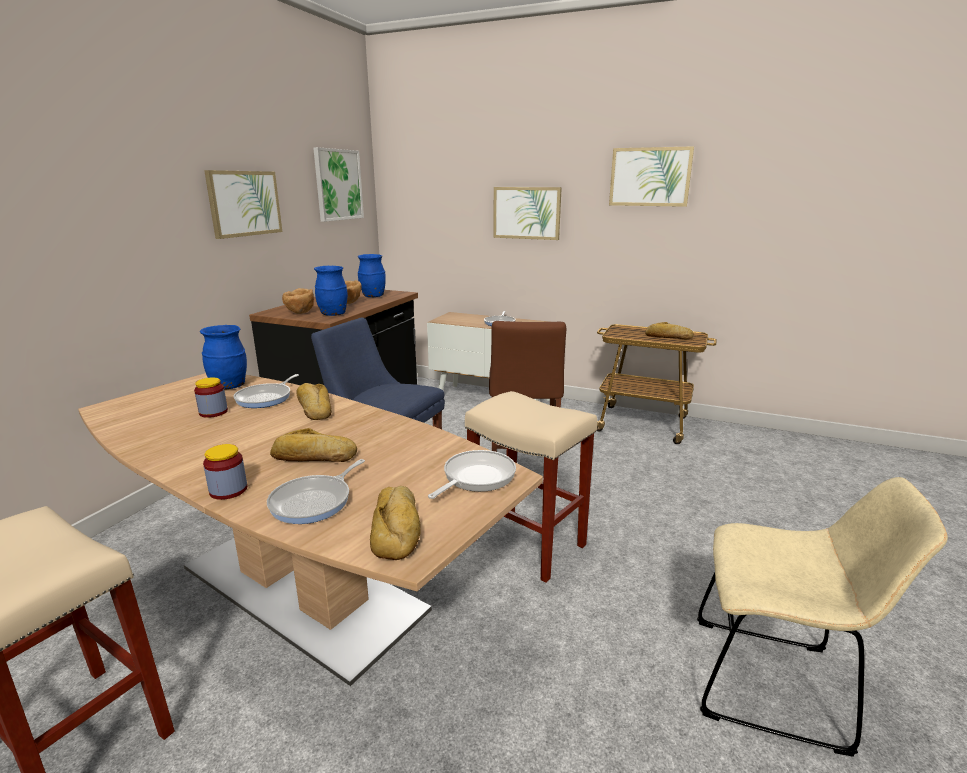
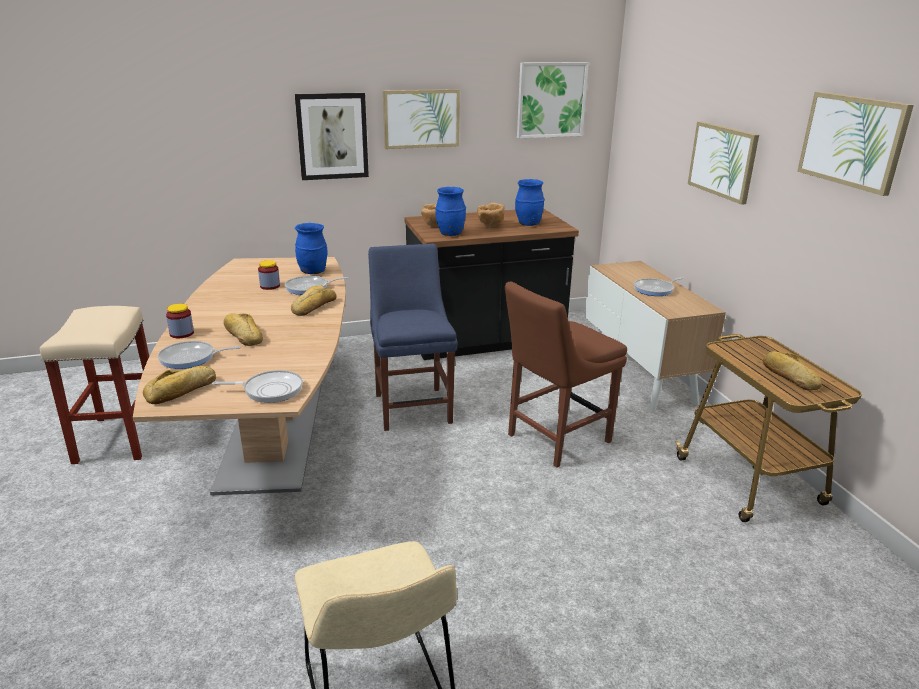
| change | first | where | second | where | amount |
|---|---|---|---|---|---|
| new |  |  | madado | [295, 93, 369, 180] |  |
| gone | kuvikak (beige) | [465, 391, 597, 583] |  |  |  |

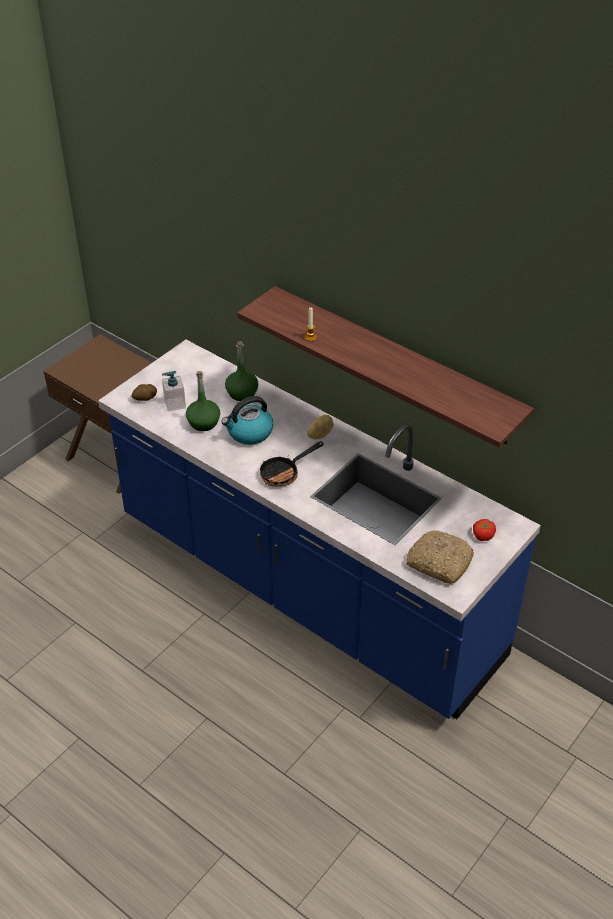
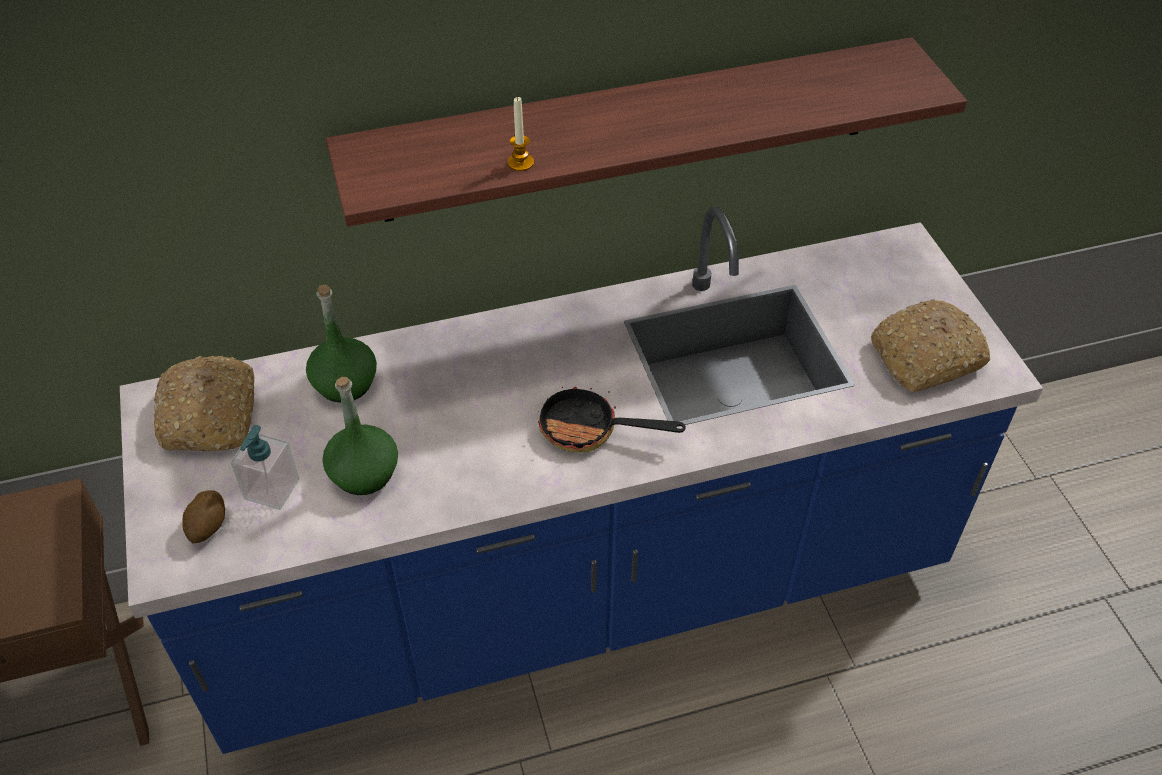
| change | first | where | second | where | amount |
|---|---|---|---|---|---|
| new |  |  | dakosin | [154, 356, 254, 451] |  |
| rotated | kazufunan | [260, 441, 324, 486] |  | [538, 387, 686, 453] | 105 degrees clockwise |
| gone | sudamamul | [221, 396, 273, 445] |  |  |  |
| gone | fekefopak | [307, 414, 334, 439] |  |  |  |
| gone | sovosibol | [473, 519, 496, 541] |  |  |  |

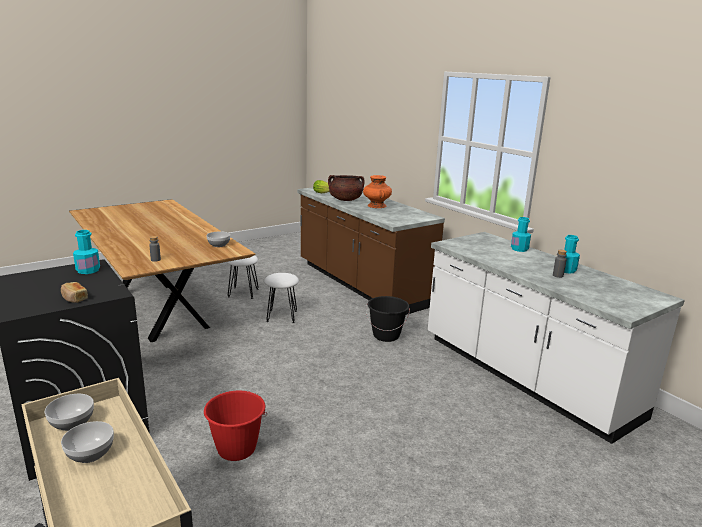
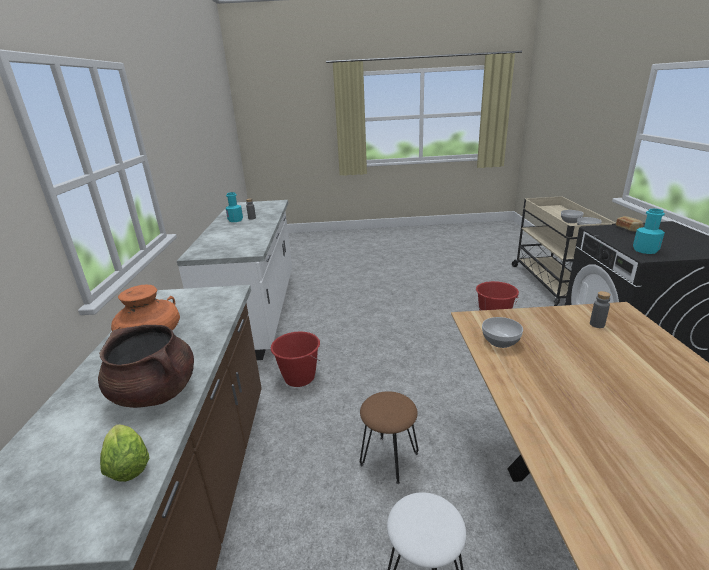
| change | first | where | second | where | amount |
|---|---|---|---|---|---|
| repainted | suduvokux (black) | [366, 296, 410, 342] | suduvokux (red) | [271, 332, 320, 387] |  |
| repainted | kuvikak (white) | [264, 273, 299, 323] | kuvikak (brown) | [360, 391, 419, 484] |  |
| gone | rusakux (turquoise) | [511, 217, 531, 252] |  |  |  |

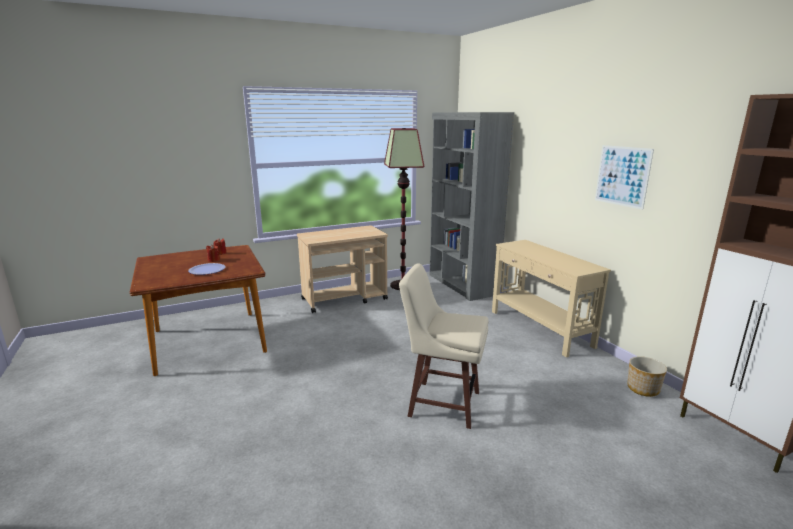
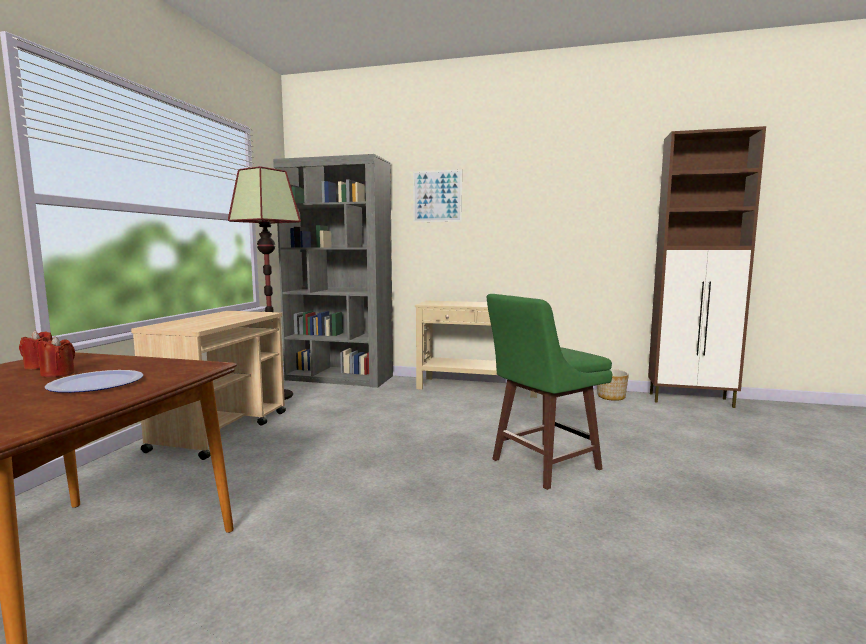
| change | first | where | second | where | amount |
|---|---|---|---|---|---|
| shifted | madado | [595, 145, 654, 210] |  | [413, 169, 462, 222] |  |
| repainted | kuvikak (beige) | [399, 264, 489, 429] | kuvikak (green) | [487, 294, 612, 490] |  |

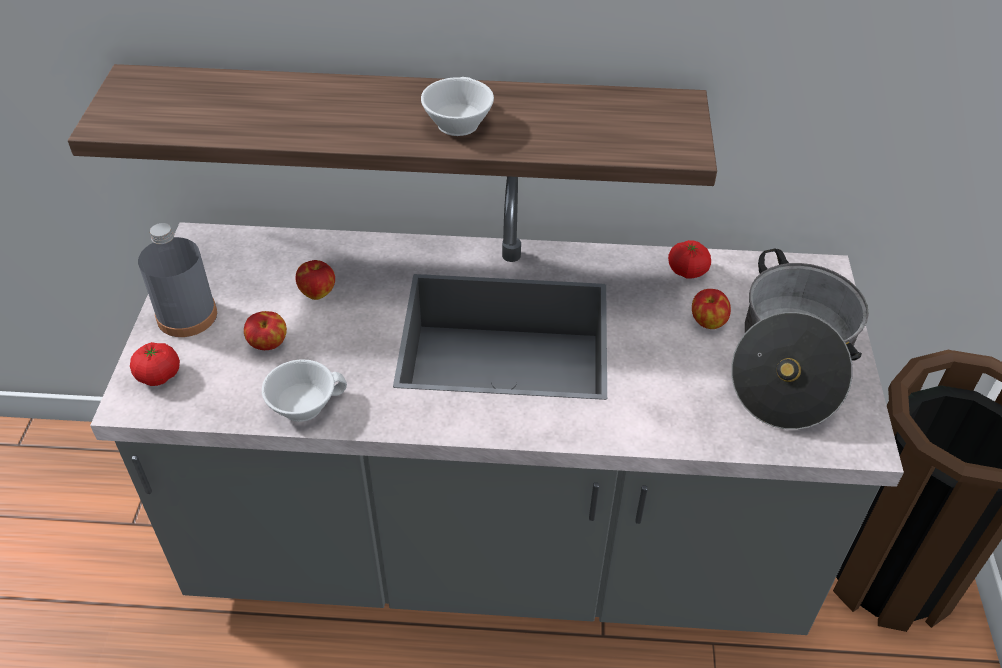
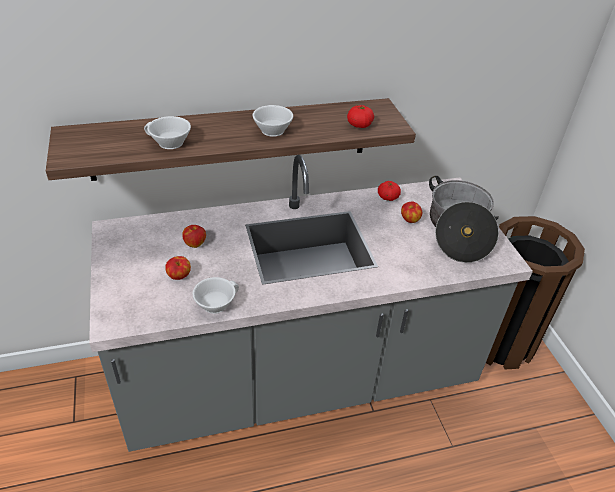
| change | first | where | second | where | amount |
|---|---|---|---|---|---|
| new |  |  | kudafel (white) | [144, 116, 191, 149] |  |
| shifted | sovosibol | [130, 342, 180, 386] |  | [347, 105, 374, 128] |  |
| gone | rusakux (grey) | [138, 223, 217, 337] |  |  |  |

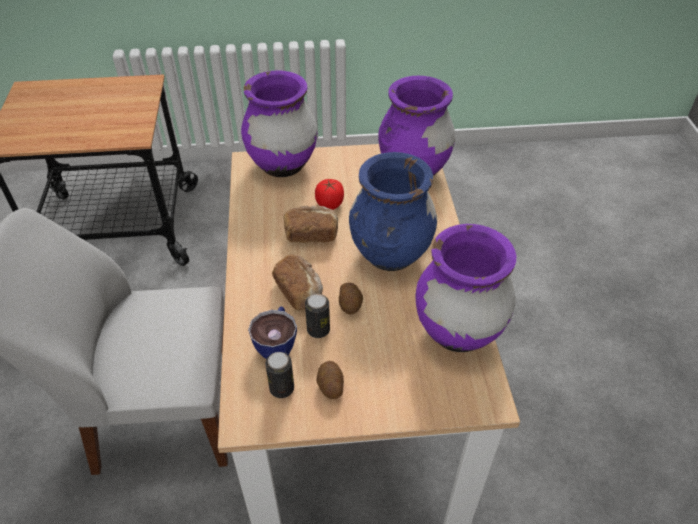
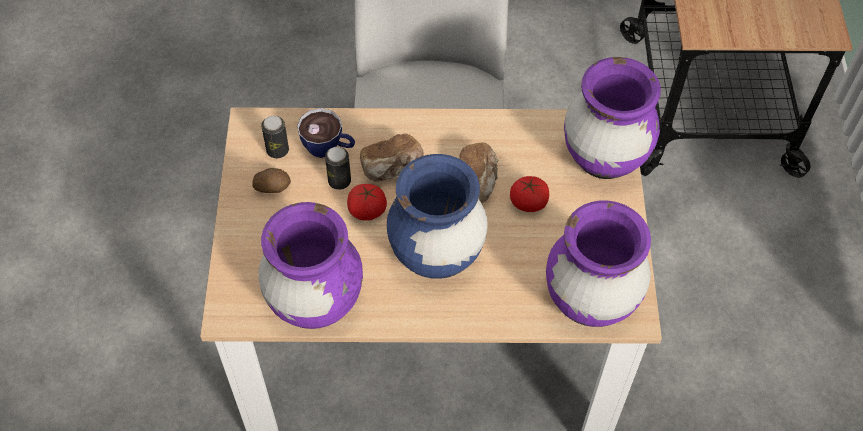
| change | first | where | second | where | amount |
|---|---|---|---|---|---|
| swapped | fekefopak | [339, 283, 363, 315] | sovosibol | [347, 184, 387, 221] |  |

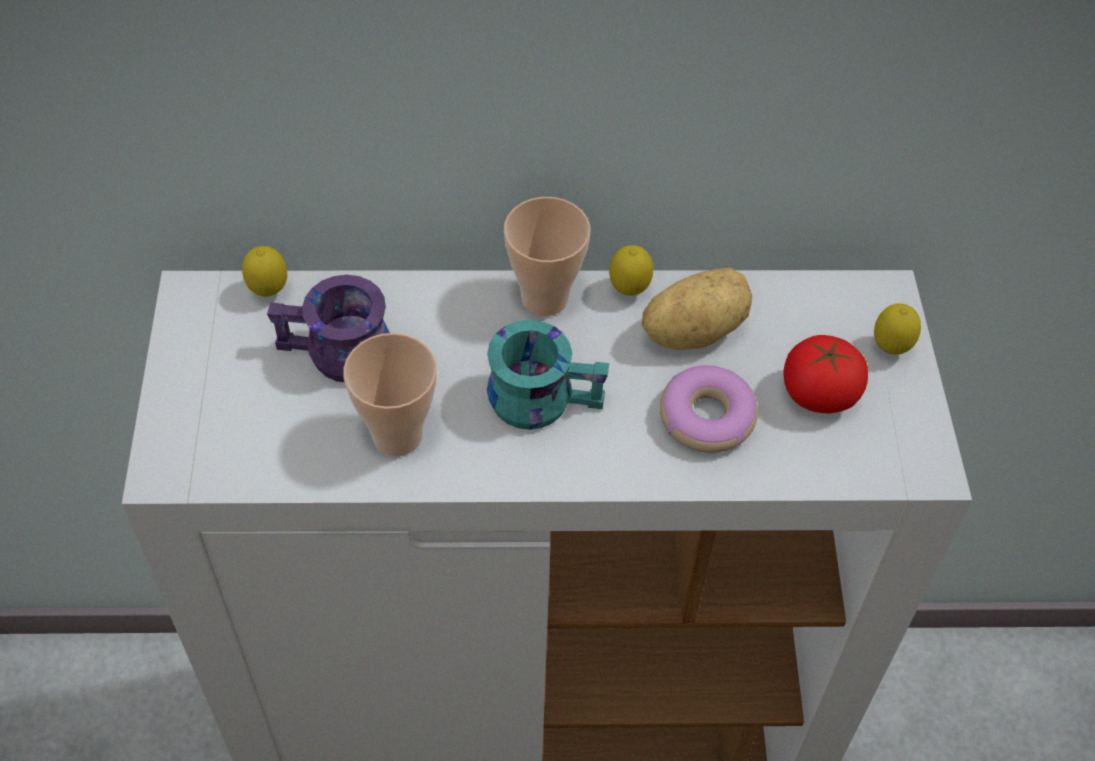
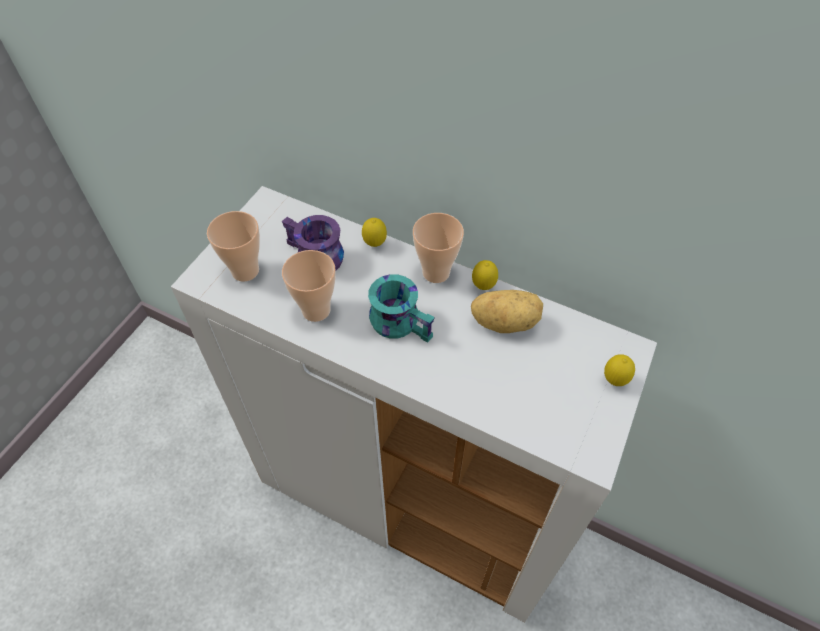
| change | first | where | second | where | amount |
|---|---|---|---|---|---|
| new |  |  | kudafel | [207, 211, 260, 282] |  |
| shifted | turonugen | [242, 246, 287, 296] |  | [362, 218, 387, 247] |  |
| gone | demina | [660, 365, 758, 453] |  |  |  |
| gone | sovosibol | [783, 335, 868, 413] |  |  |  |

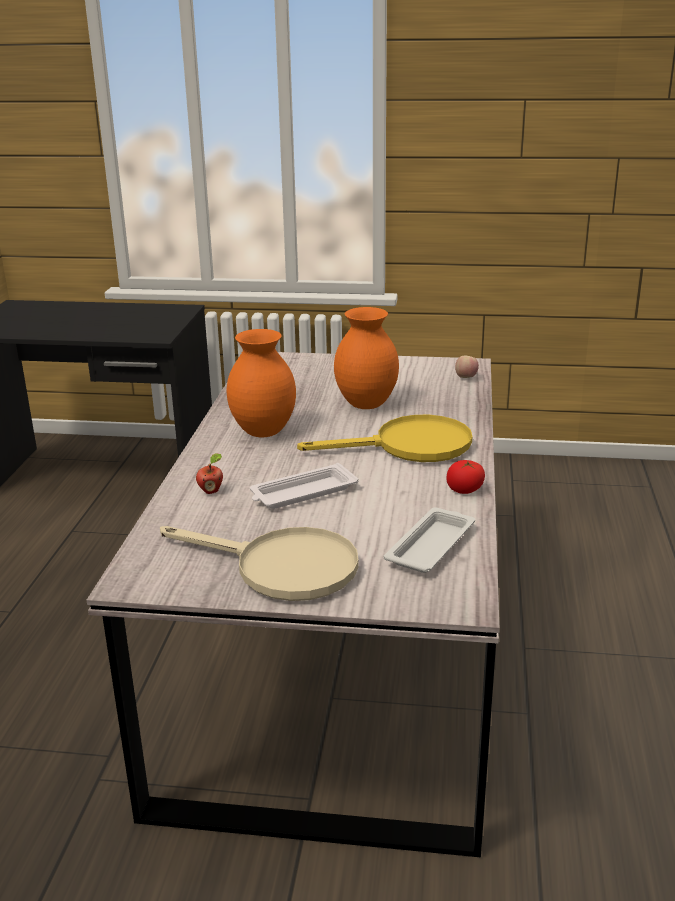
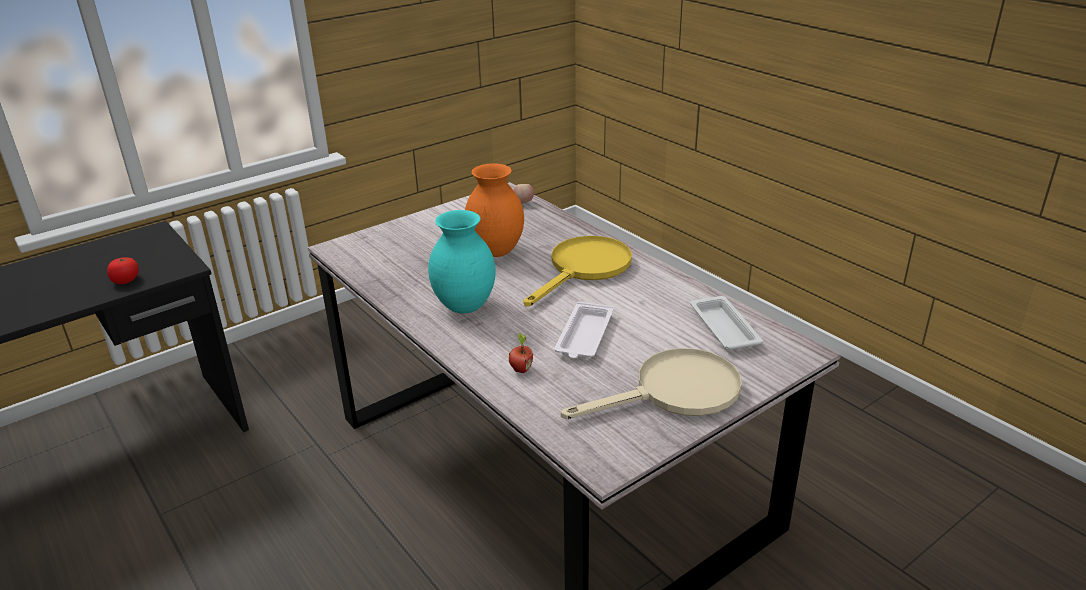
| change | first | where | second | where | amount |
|---|---|---|---|---|---|
| shifted | sovosibol | [446, 460, 485, 494] |  | [107, 257, 139, 284] |  |
| repainted | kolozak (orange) | [227, 329, 296, 437] | kolozak (turquoise) | [428, 210, 496, 314] |  |

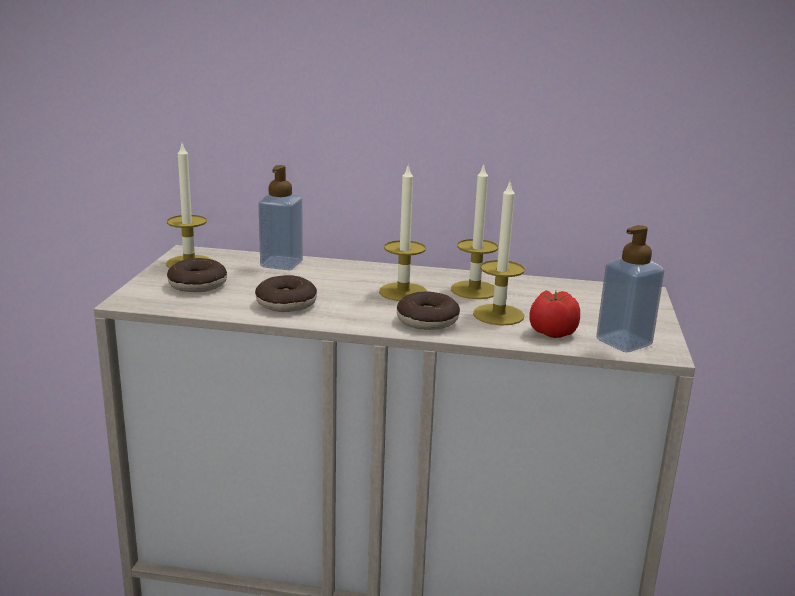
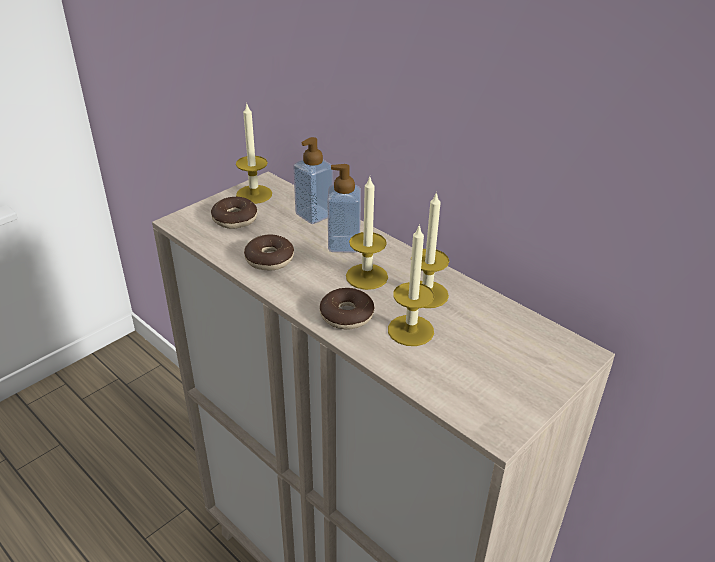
| change | first | where | second | where | amount |
|---|---|---|---|---|---|
| shifted | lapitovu | [596, 225, 664, 352] |  | [328, 164, 361, 253] |  |
| gone | sovosibol | [529, 290, 580, 338] |  |  |  |

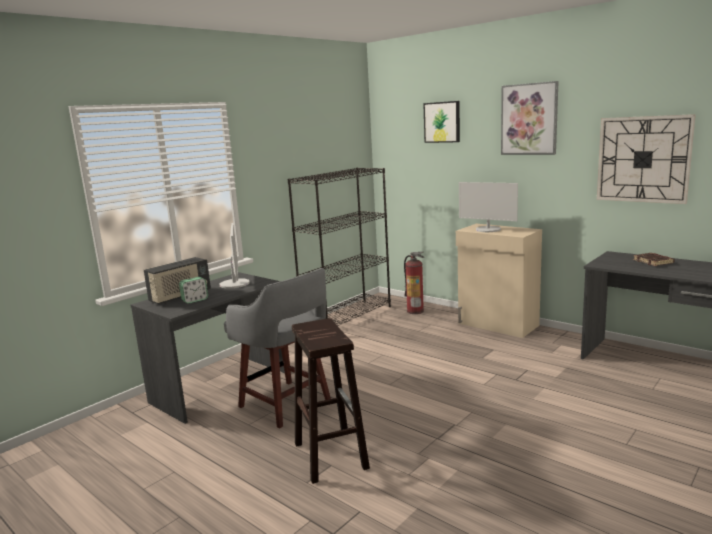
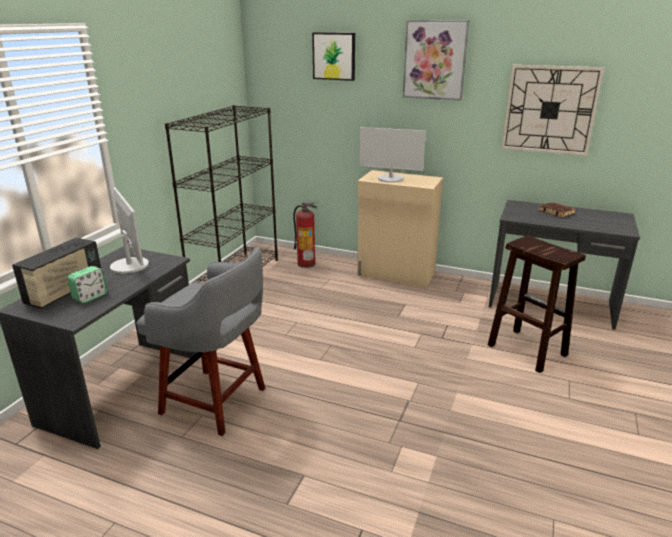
| change | first | where | second | where | amount |
|---|---|---|---|---|---|
| shifted | kuvikak (brown) | [292, 318, 370, 484] |  | [488, 235, 586, 373] |  |

